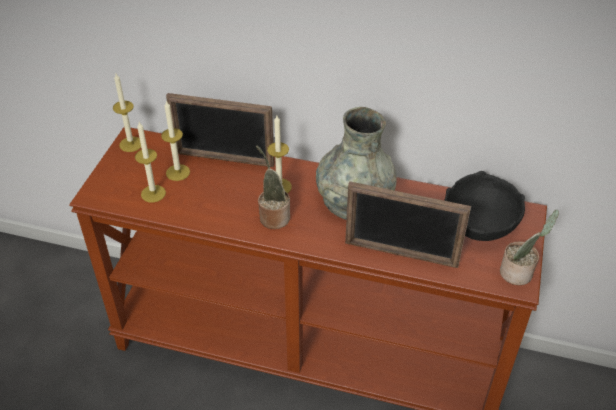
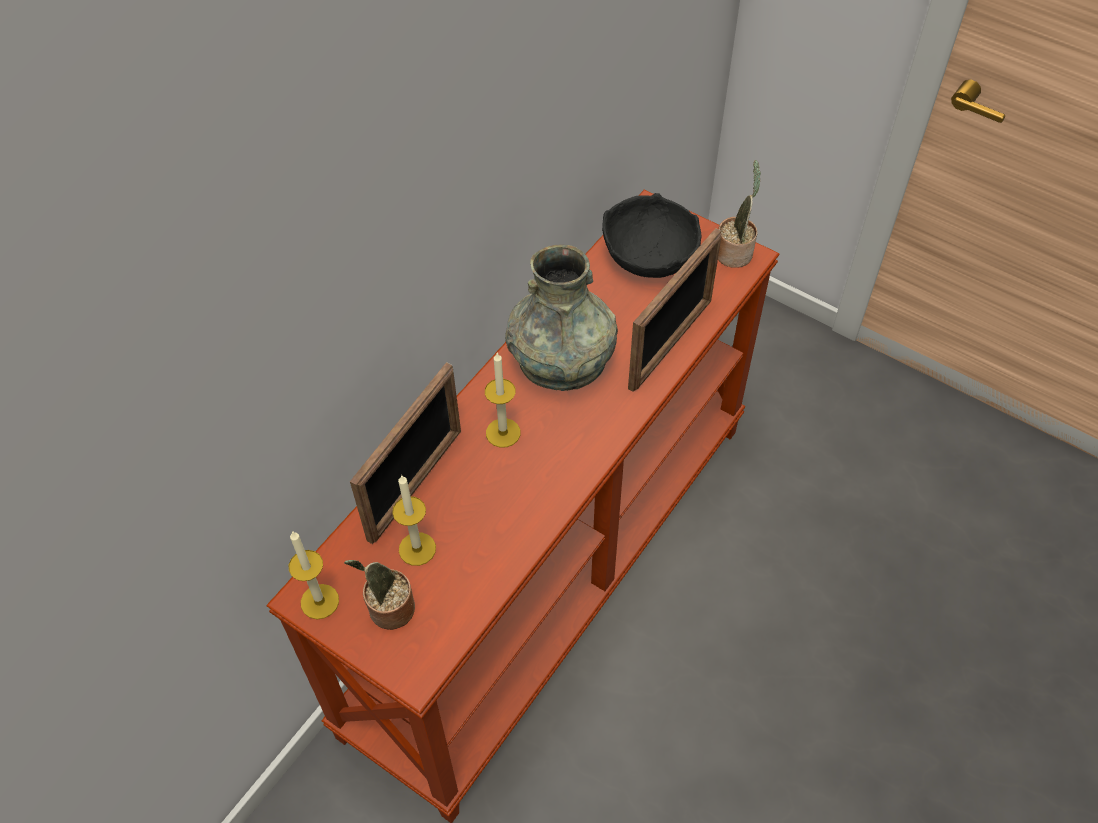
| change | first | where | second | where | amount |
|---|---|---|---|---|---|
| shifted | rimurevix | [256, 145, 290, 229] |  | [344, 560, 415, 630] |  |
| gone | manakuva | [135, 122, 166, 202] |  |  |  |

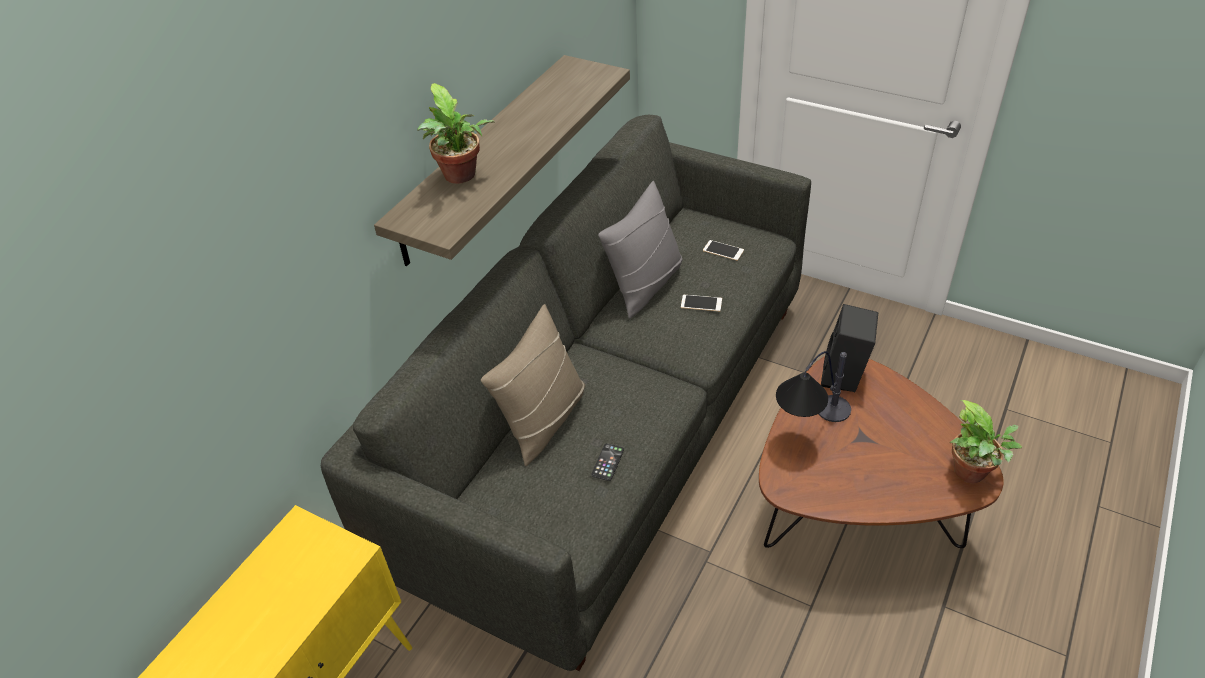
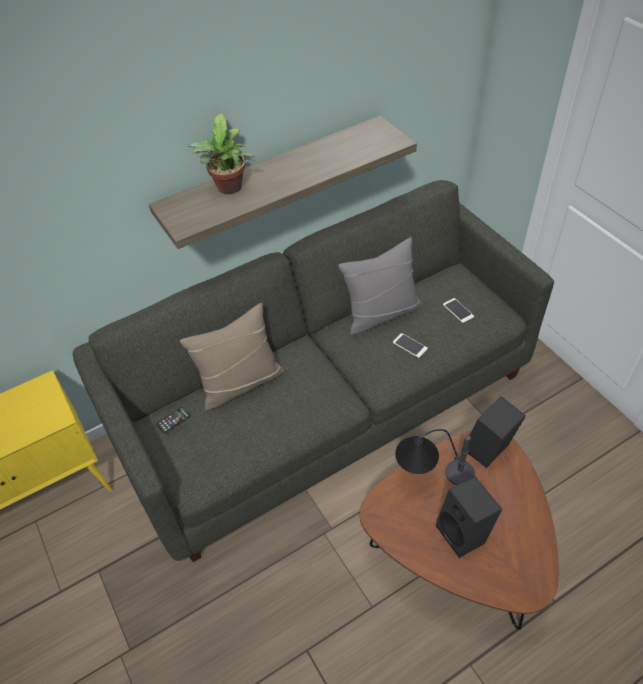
| change | first | where | second | where | amount |
|---|---|---|---|---|---|
| shifted | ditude | [591, 443, 624, 481] |  | [156, 407, 190, 434] |  |
| new |  |  | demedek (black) | [436, 476, 502, 558] |  |
| gone | rimurevix | [950, 400, 1022, 483] |  |  |  |

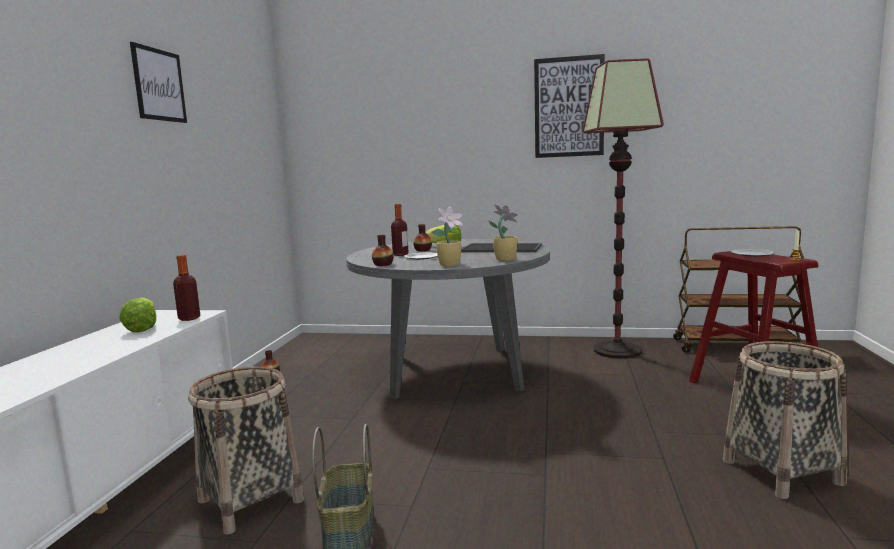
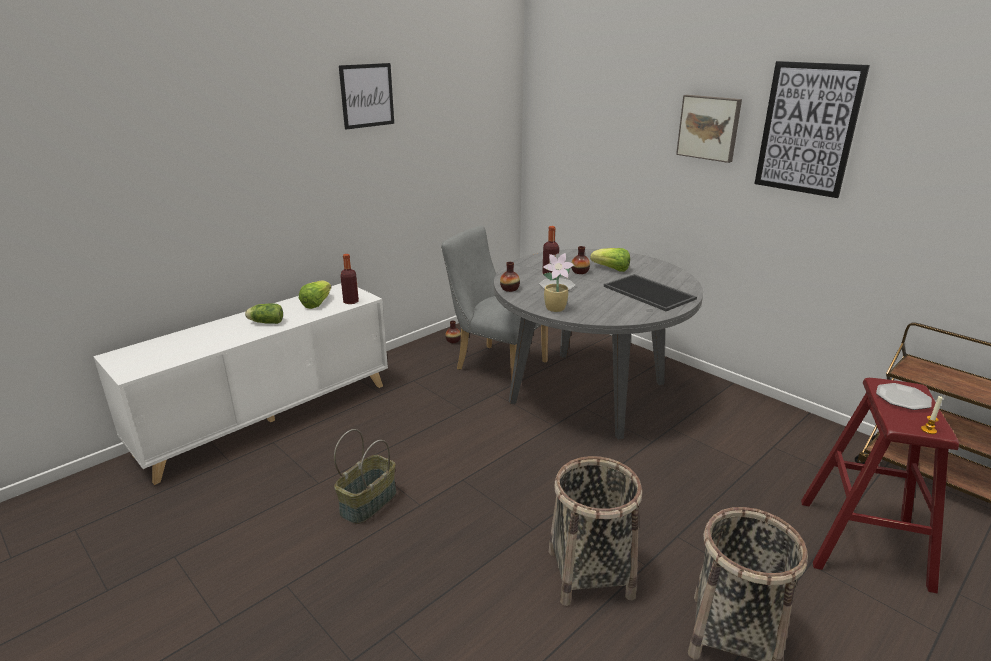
| change | first | where | second | where | amount |
|---|---|---|---|---|---|
| new |  |  | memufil | [245, 303, 283, 324] |  |
| new |  |  | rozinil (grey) | [441, 226, 548, 382] |  |
| shifted | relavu | [188, 366, 304, 534] |  | [549, 456, 642, 606] |  |
| new |  |  | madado | [676, 95, 742, 163] |  |
| gone | rimurevix | [488, 204, 518, 261] |  |  |  |
| gone | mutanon | [582, 58, 664, 359] |  |  |  |

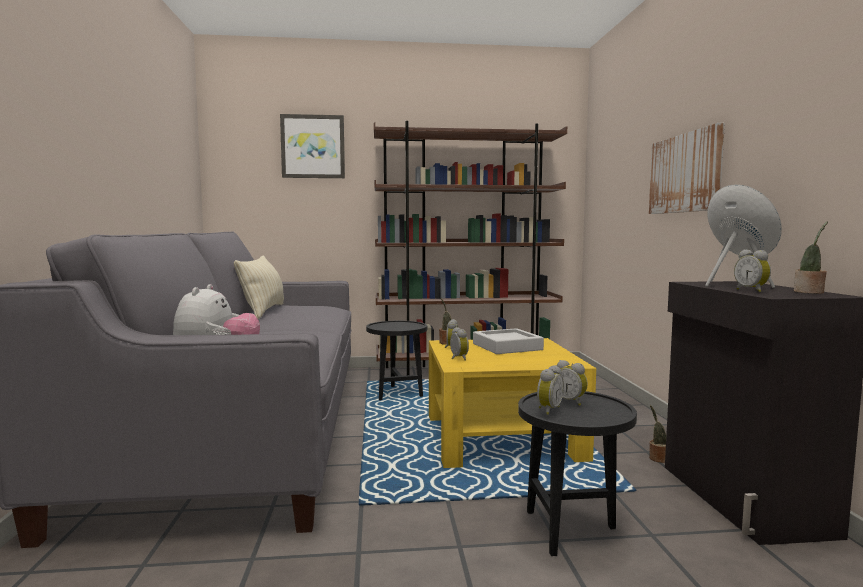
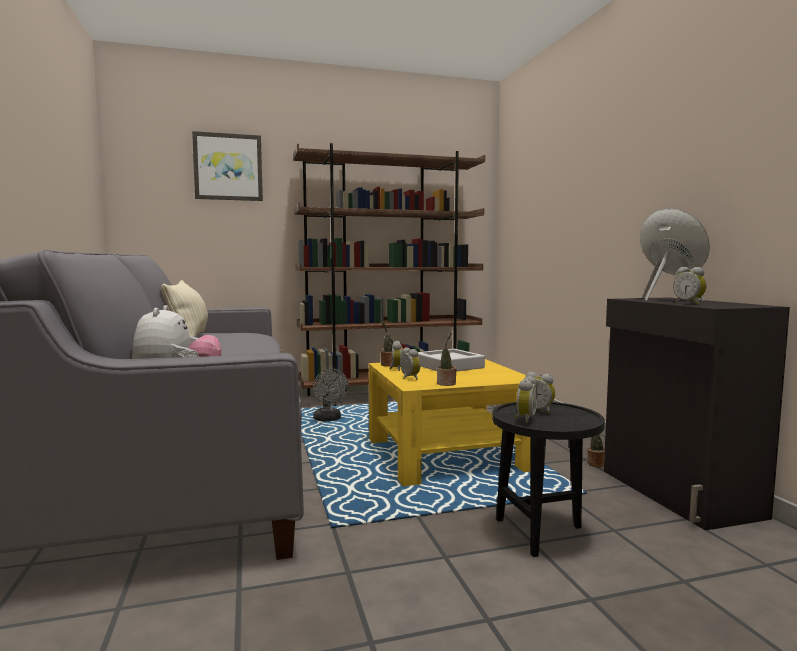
| change | first | where | second | where | amount |
|---|---|---|---|---|---|
| swapped | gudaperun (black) | [366, 321, 427, 400] | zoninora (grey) | [313, 369, 349, 421] |  |
| shifted | rimurevix | [794, 222, 828, 294] |  | [437, 333, 456, 386] |  |
| gone | madado | [649, 123, 725, 214] |  |  |  |

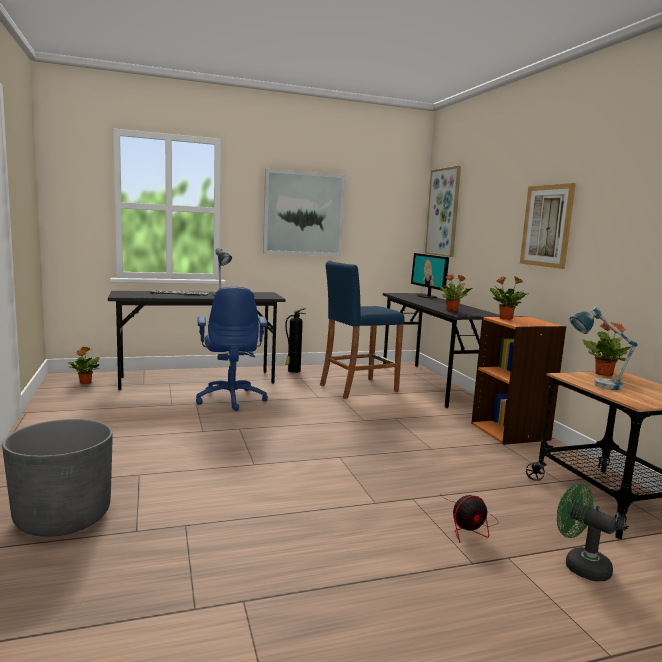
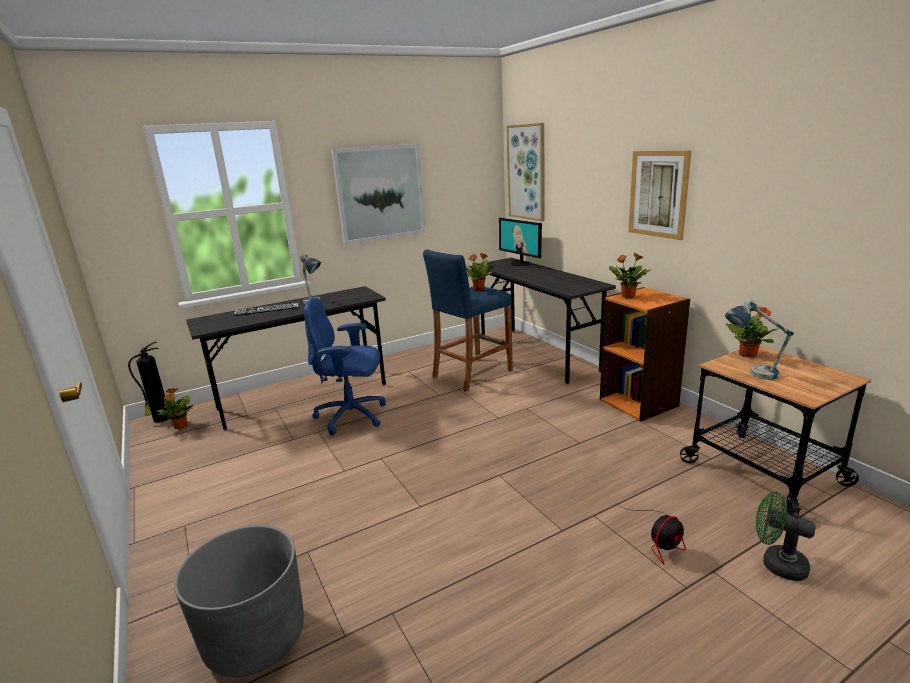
| change | first | where | second | where | amount |
|---|---|---|---|---|---|
| shifted | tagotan | [285, 308, 306, 373] |  | [128, 342, 170, 423] |  |
| rotated | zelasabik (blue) | [196, 287, 268, 411] |  | [304, 298, 386, 436] | 120 degrees clockwise |
| shifted | rimurevix | [437, 274, 472, 312] |  | [466, 253, 495, 290] |  |

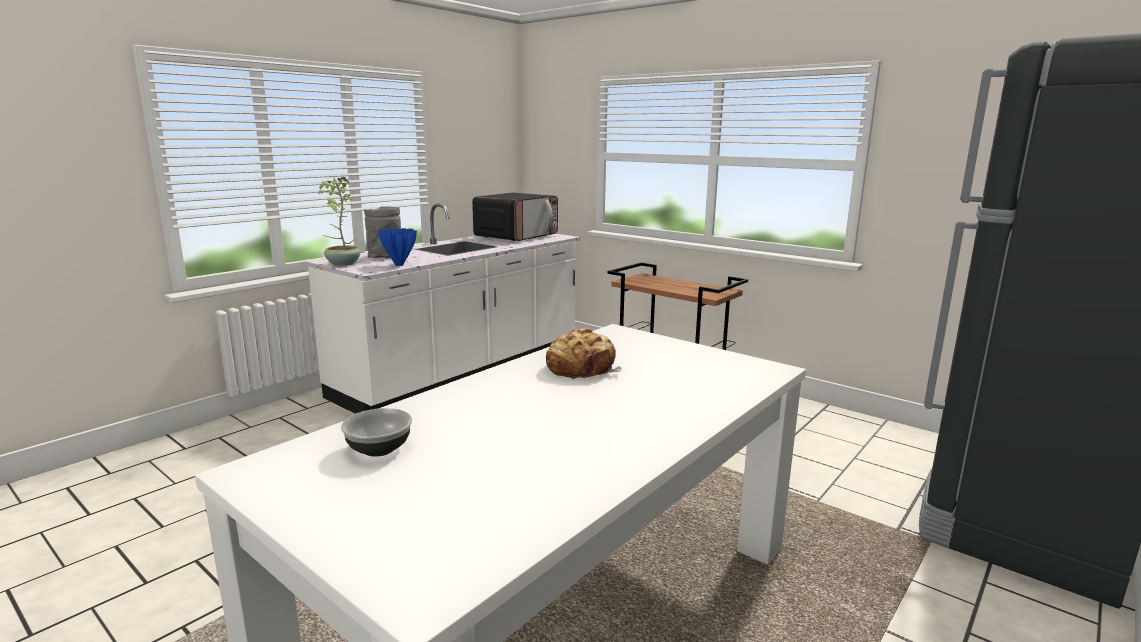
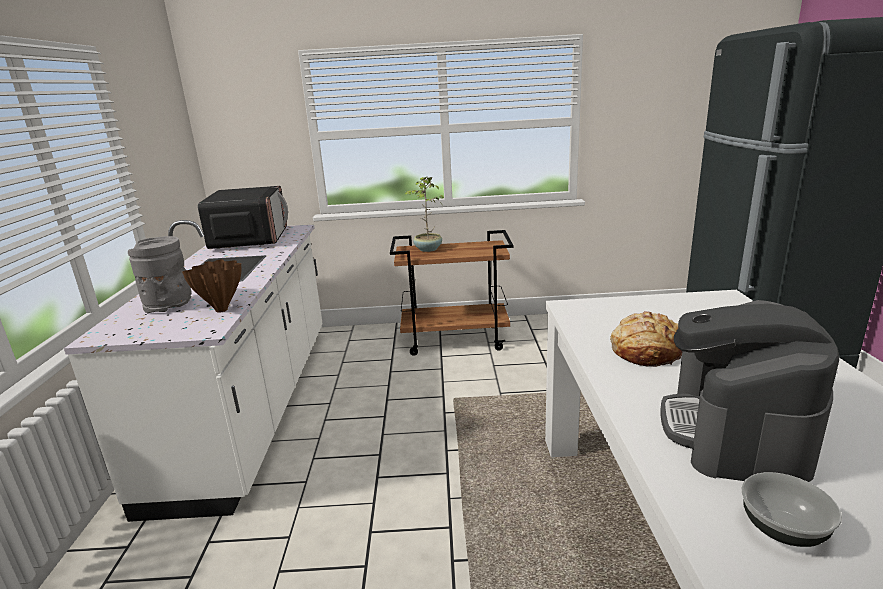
| change | first | where | second | where | amount |
|---|---|---|---|---|---|
| repainted | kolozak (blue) | [378, 228, 417, 266] | kolozak (brown) | [182, 259, 241, 313] |  |
| shifted | rimurevix | [316, 177, 361, 266] |  | [404, 177, 444, 252] |  |
| new |  |  | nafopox | [660, 300, 839, 482] |  |

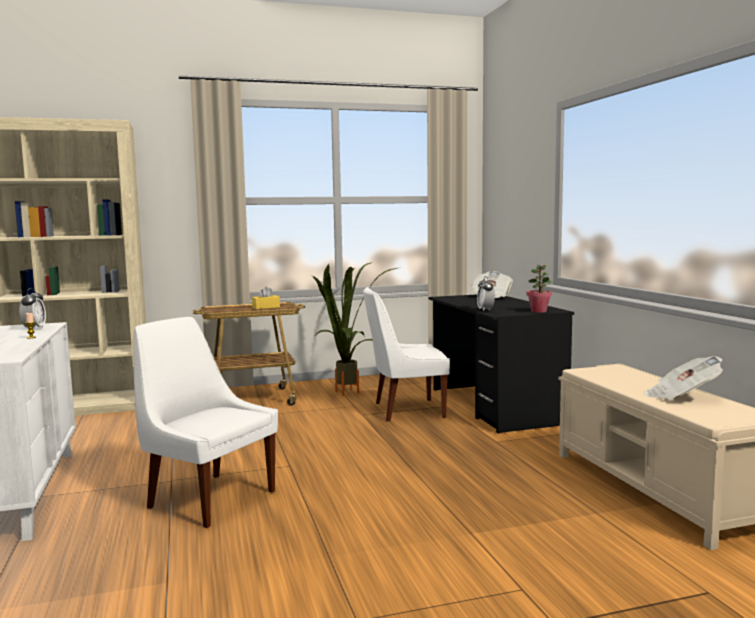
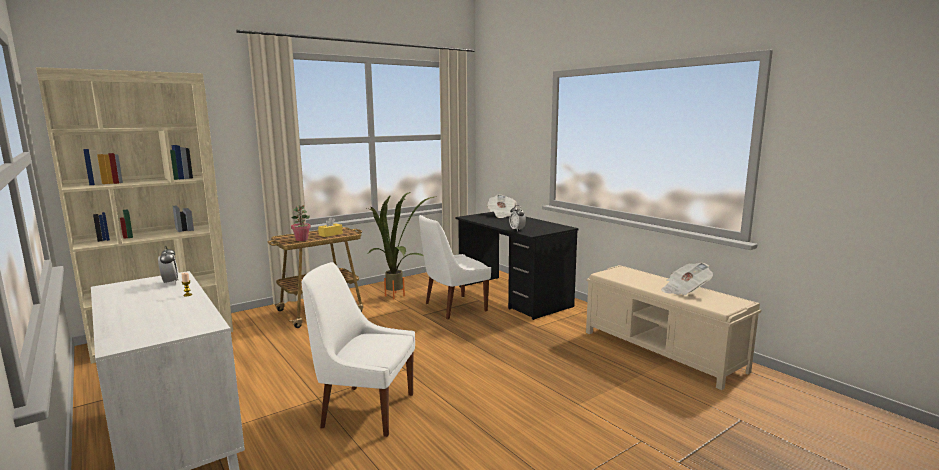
| change | first | where | second | where | amount |
|---|---|---|---|---|---|
| shifted | rimurevix | [526, 264, 552, 313] |  | [291, 205, 311, 241] |  |

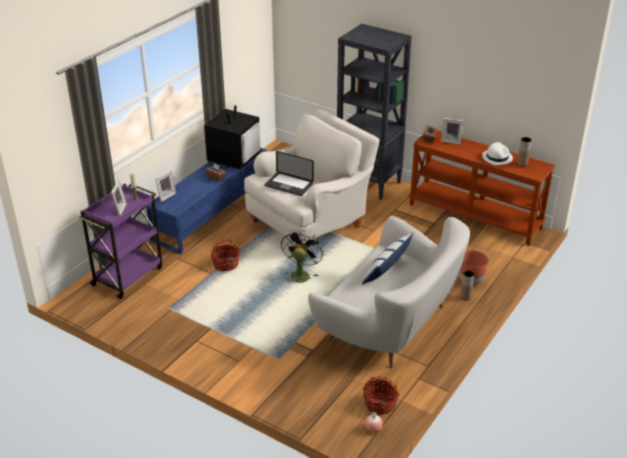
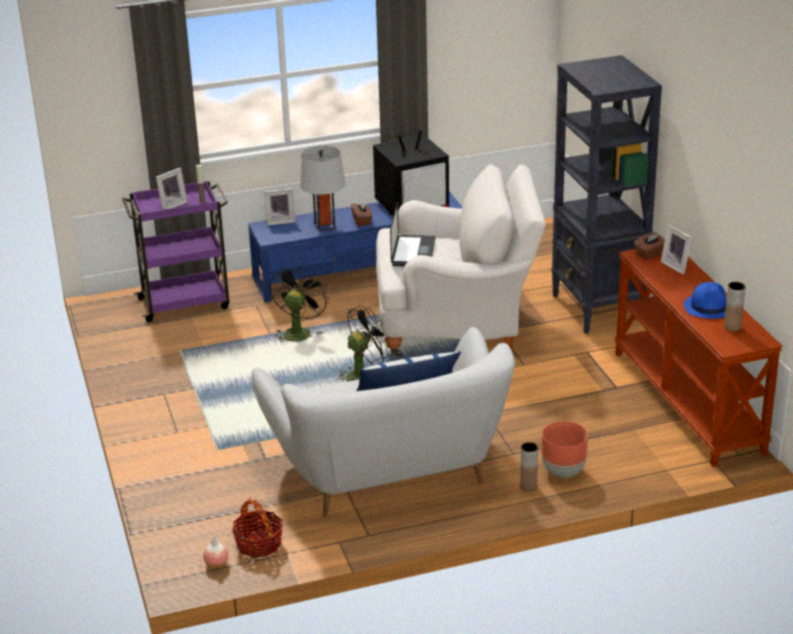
| change | first | where | second | where | amount |
|---|---|---|---|---|---|
| swapped | relavu | [211, 239, 240, 271] | zoninora (black) | [270, 265, 329, 344] |  |
| new |  |  | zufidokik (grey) | [300, 146, 346, 231] |  |
| rotated | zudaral | [265, 151, 314, 196] |  | [390, 202, 435, 266] | 150 degrees counterclockwise |
| repainted | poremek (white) | [482, 142, 513, 165] | poremek (blue) | [684, 282, 727, 319] |  |

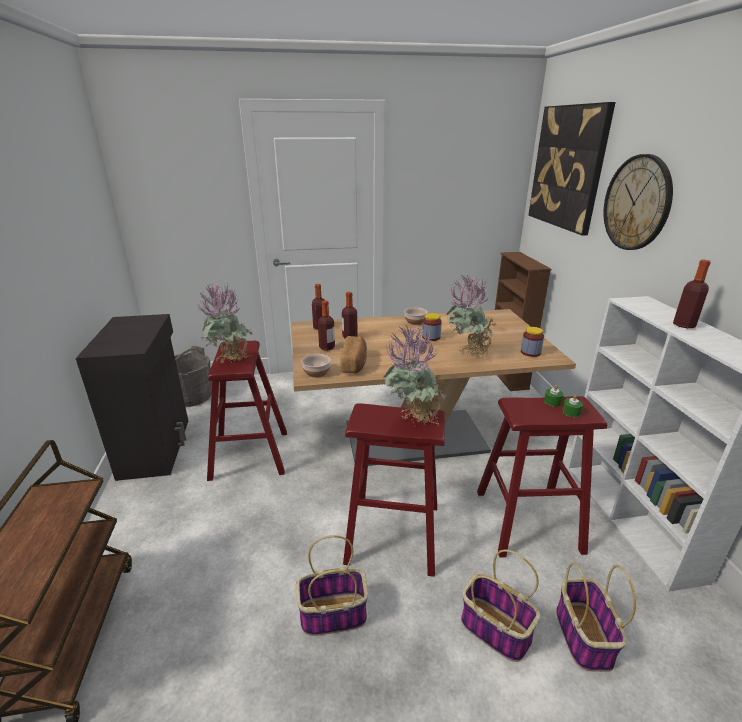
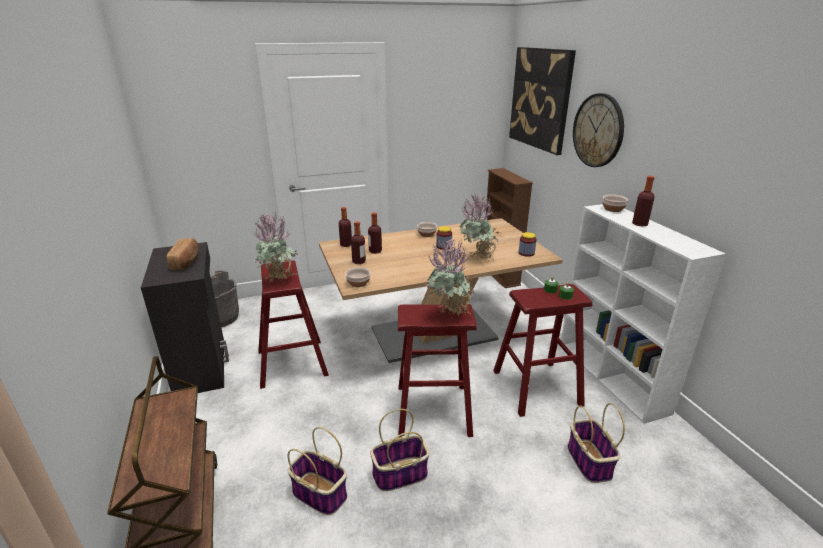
| change | first | where | second | where | amount |
|---|---|---|---|---|---|
| shifted | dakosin | [340, 336, 367, 373] |  | [167, 238, 199, 270] |  |
| shifted | relavu | [461, 550, 540, 662] |  | [287, 427, 347, 515] |  |
| new |  |  | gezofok | [602, 194, 628, 212] |  |

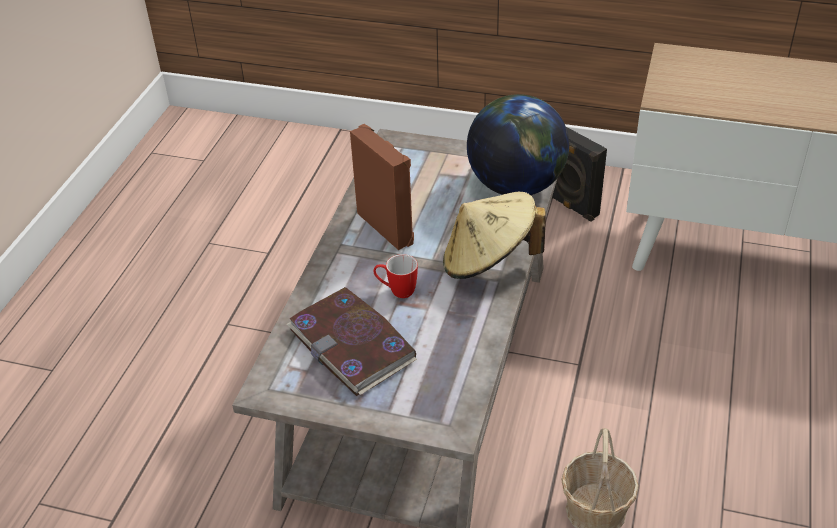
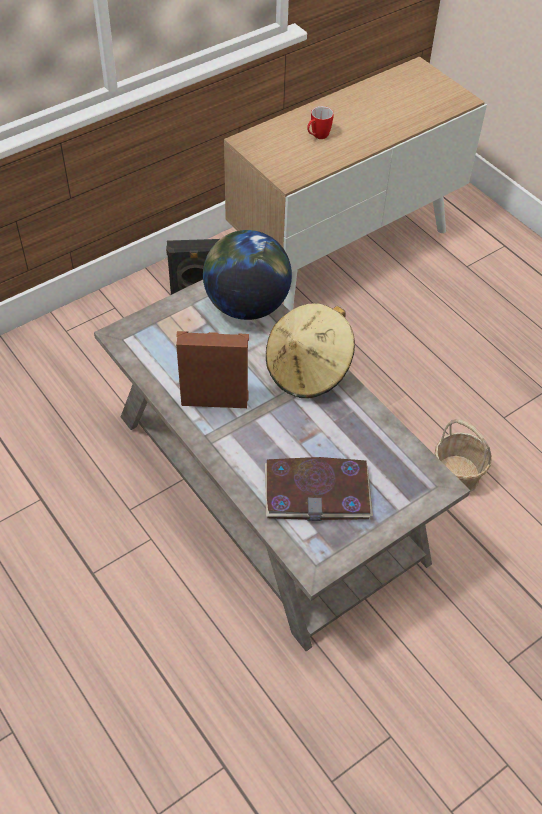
| change | first | where | second | where | amount |
|---|---|---|---|---|---|
| shifted | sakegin | [373, 254, 418, 298] |  | [307, 106, 334, 139] |  |

